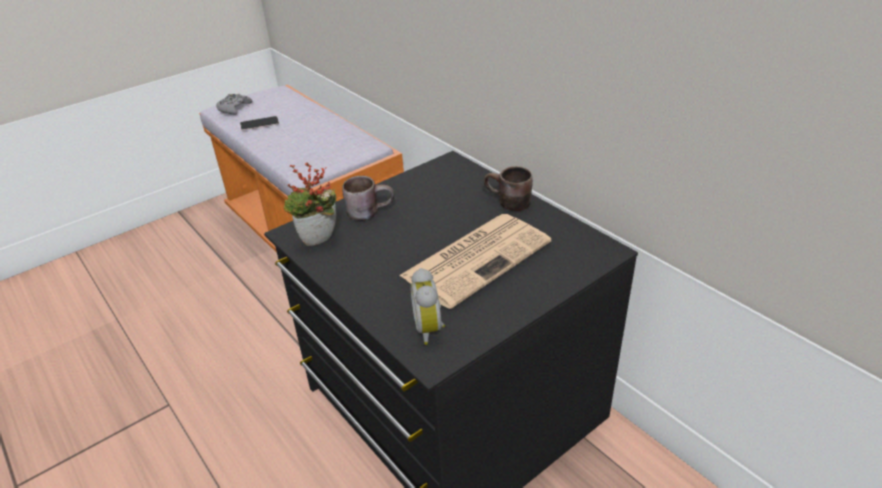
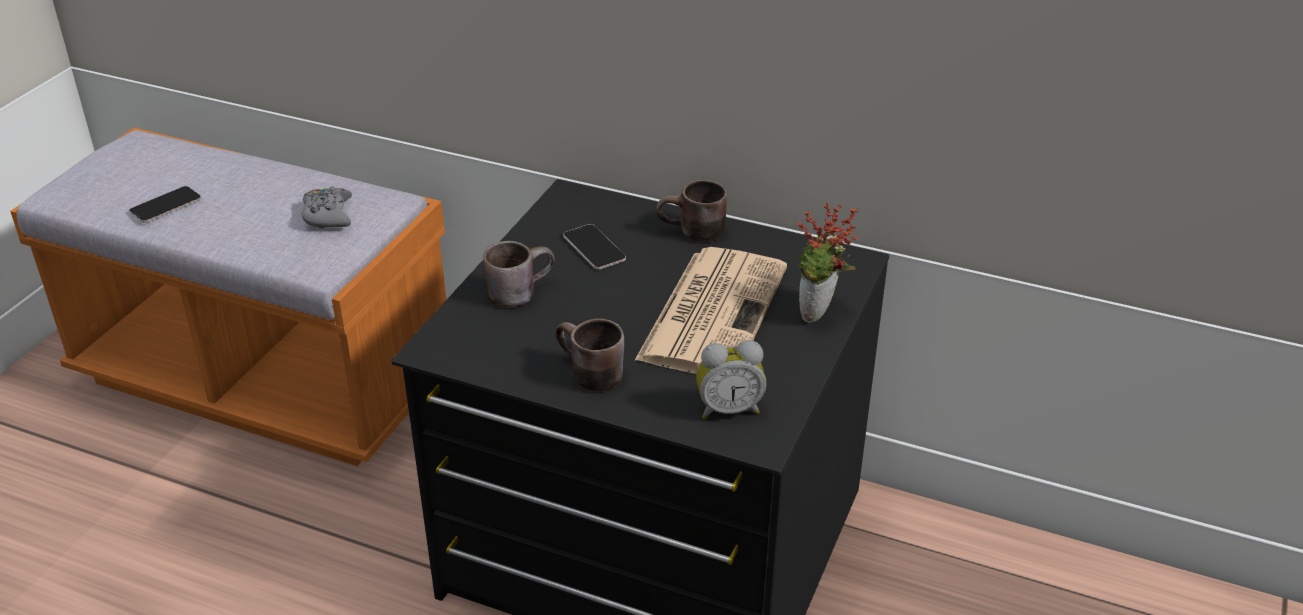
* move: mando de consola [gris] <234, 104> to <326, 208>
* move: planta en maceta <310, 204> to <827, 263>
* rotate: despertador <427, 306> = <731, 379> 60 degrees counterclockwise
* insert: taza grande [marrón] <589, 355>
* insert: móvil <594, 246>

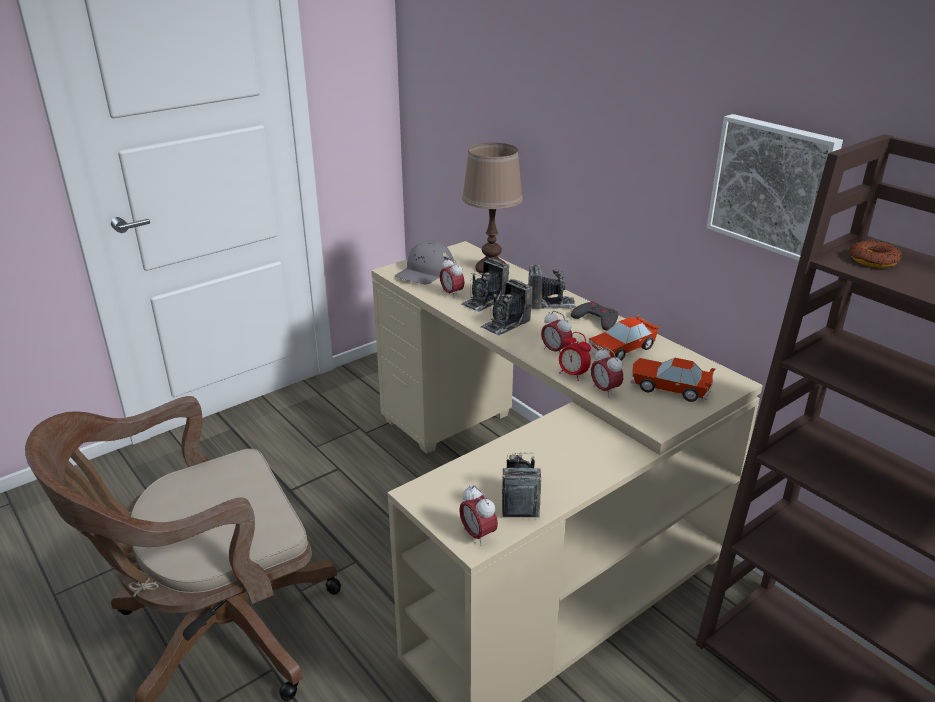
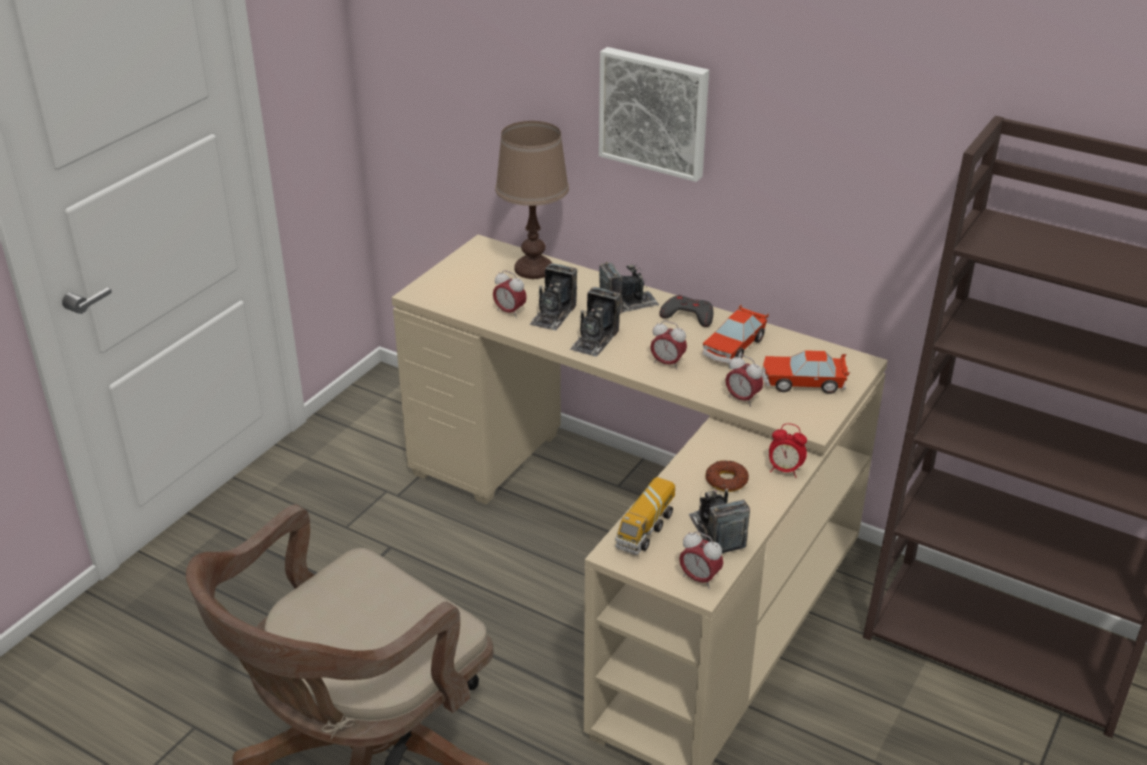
* delete: gorra [gris] <424, 262>
* move: despertador <575, 356> to <788, 450>
* move: cuadro <775, 187> to <654, 114>
* move: rosquilla <875, 254> to <727, 476>
* insert: camión de juguete <645, 516>

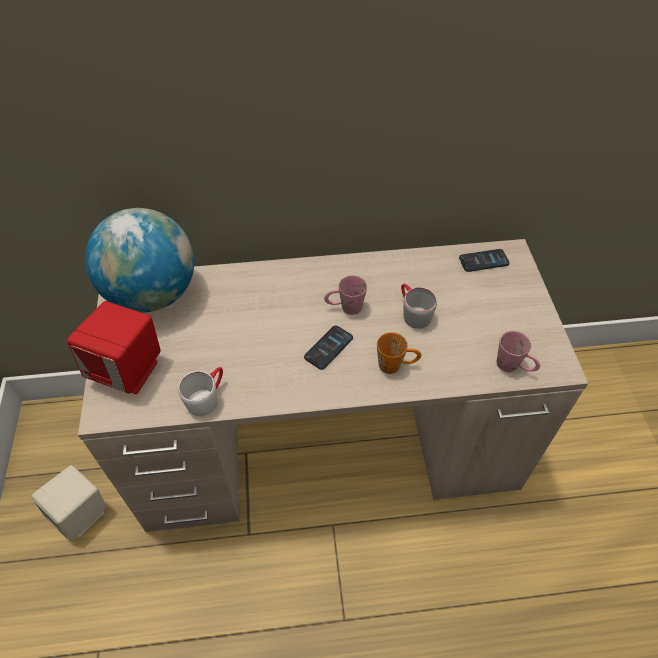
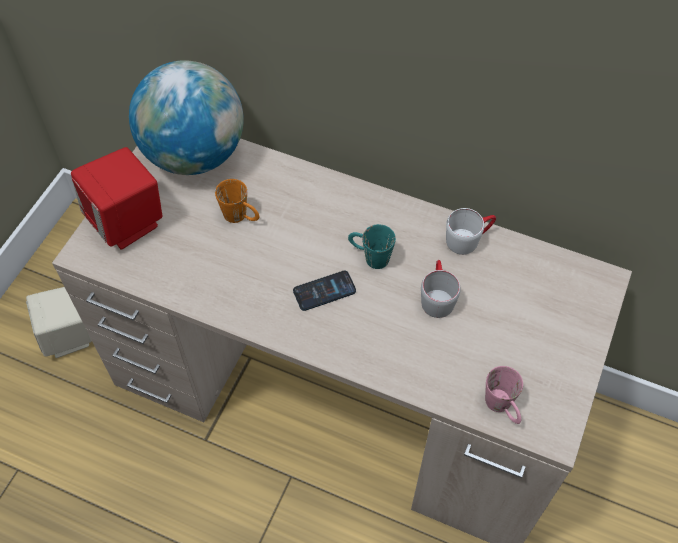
* move: taza grande [blanco] <200, 391> to <471, 231>
* recolor: taza grande [rosa] <345, 295> to taza grande [turquesa] <372, 246>
* move: taza grande [naranja] <399, 353> to <237, 201>
* delete: móvil <484, 260>

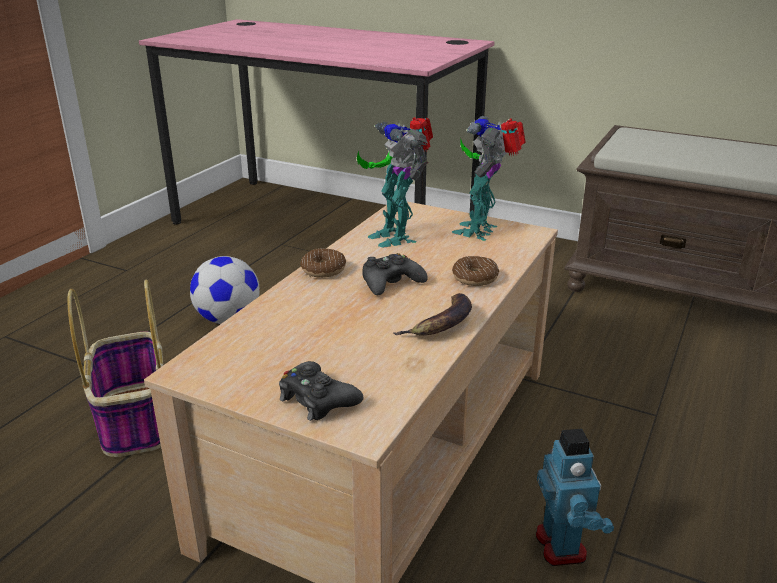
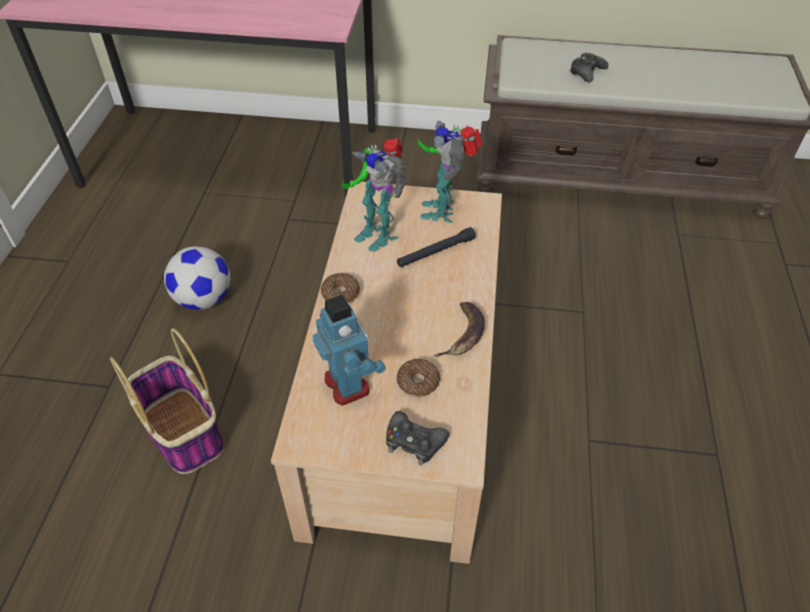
* move: mando de consola [negro] <395, 274> to <589, 67>
* move: rosquilla <475, 271> to <418, 378>
* move: robot de juguete <575, 497> to <349, 350>
* insert: linterna [negro] <436, 247>

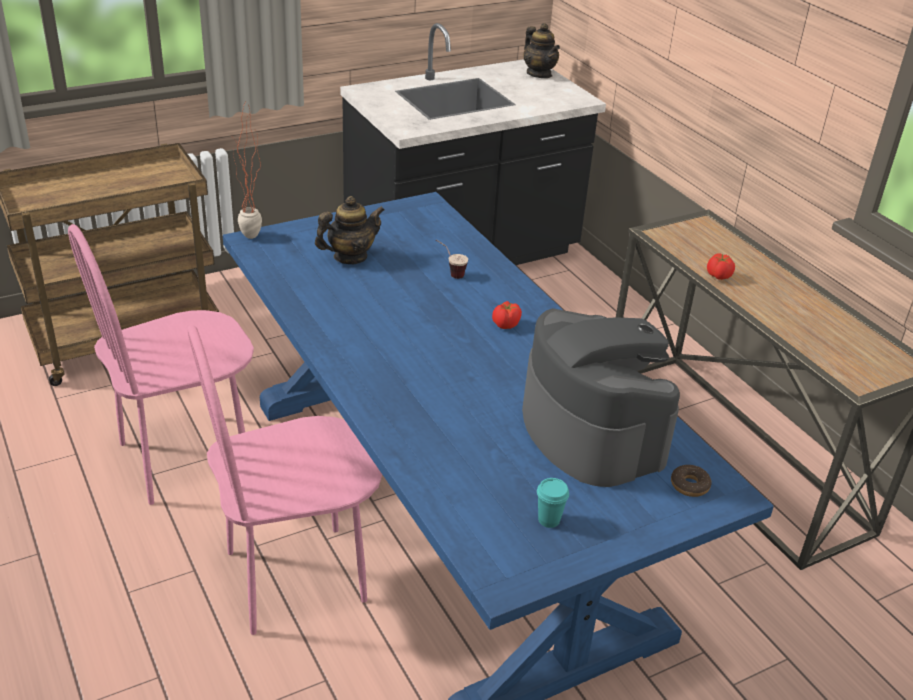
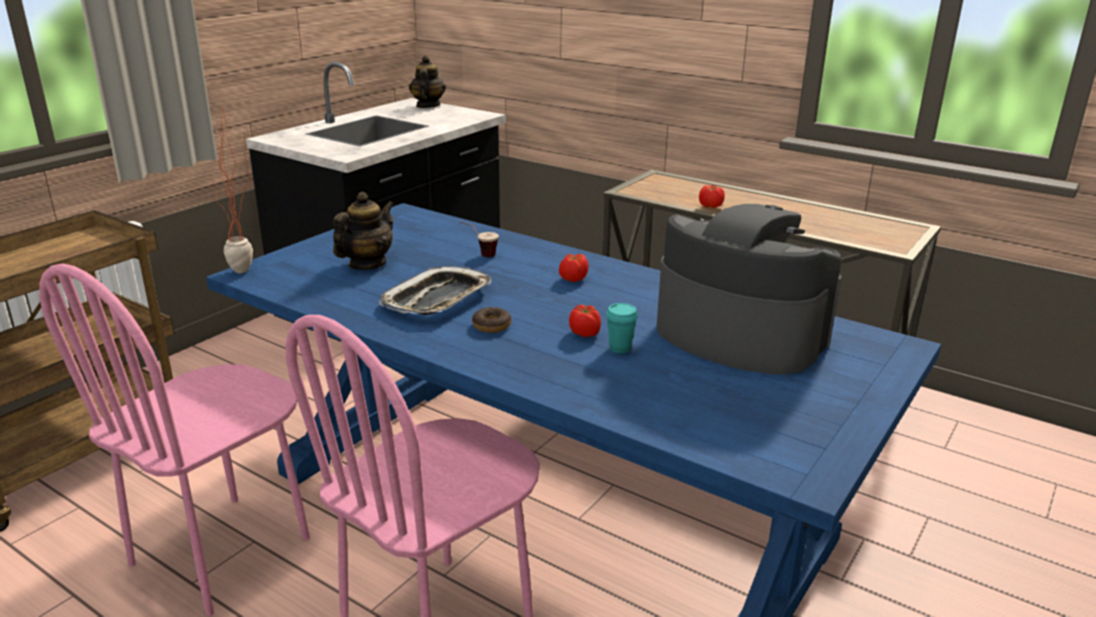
* rotate: tetera <541, 50> = <427, 81> 120 degrees counterclockwise
* move: taza [turquesa] <553, 503> to <622, 328>
* move: rosquilla <691, 481> to <491, 320>
* insert: bandeja <435, 290>
* insert: tomate <585, 321>

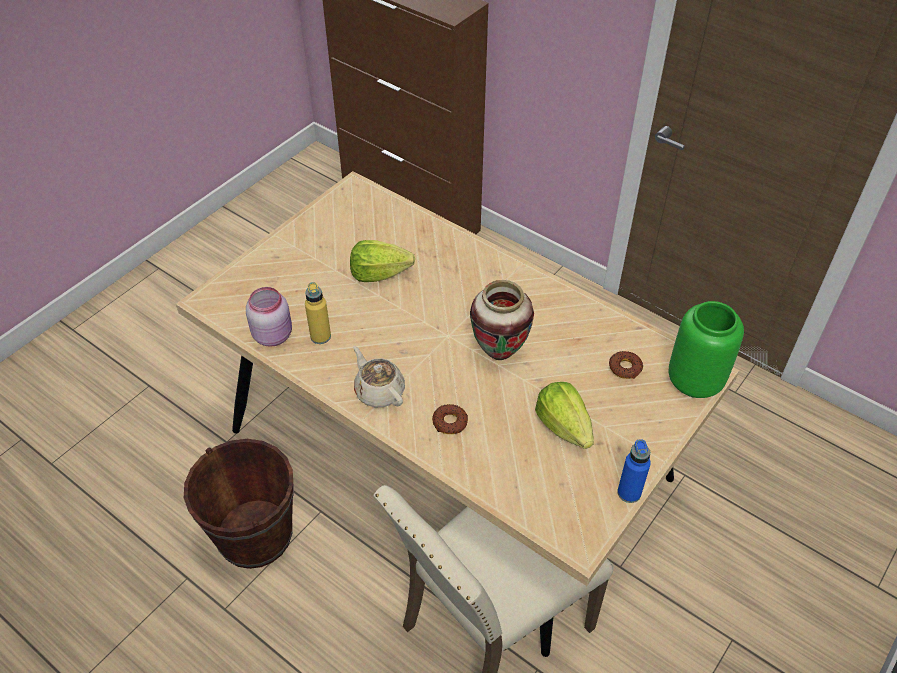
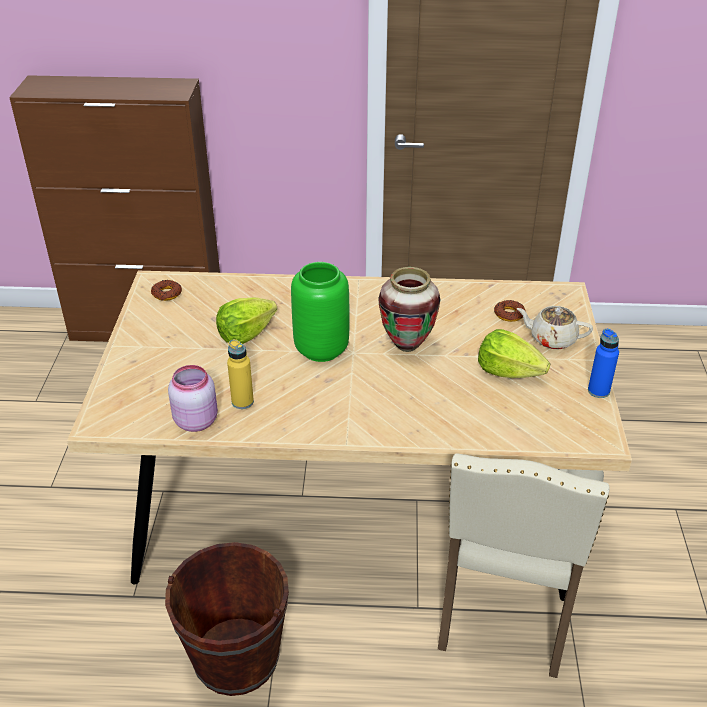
* move: tetera [beis] <379, 376> to <554, 327>
* move: rosquilla <450, 419> to <166, 290>
* move: florero [verde] <706, 349> to <320, 312>

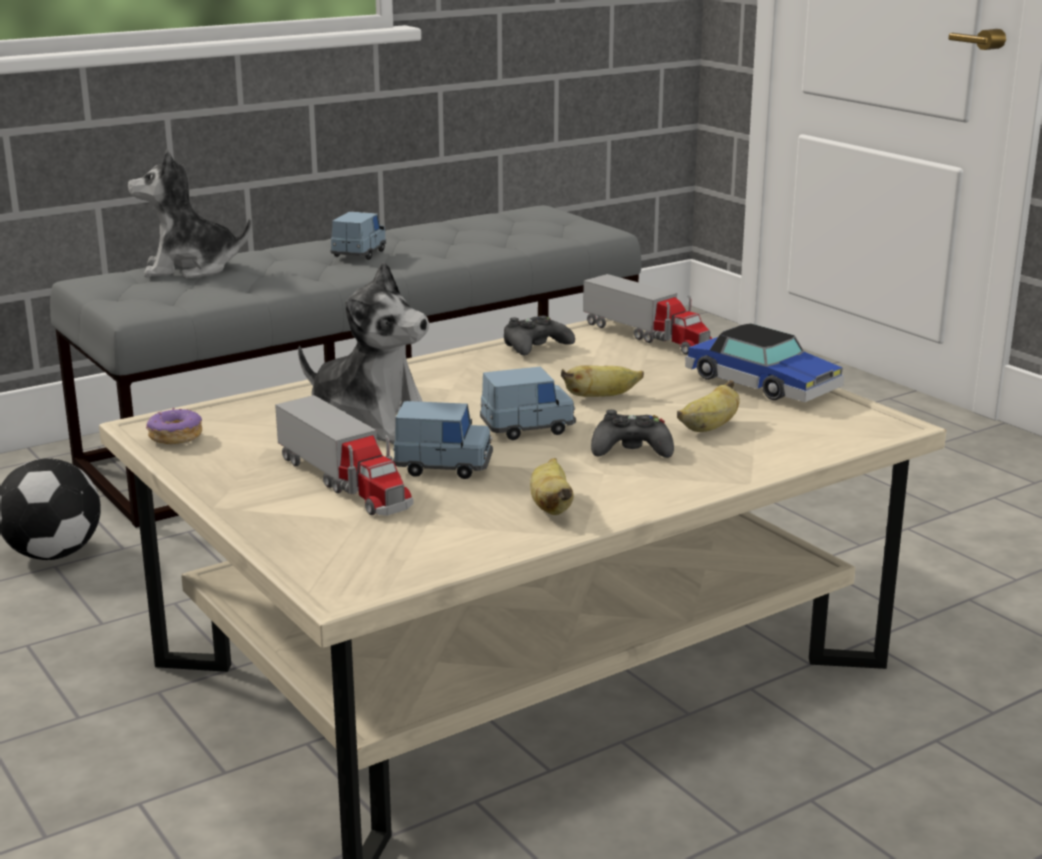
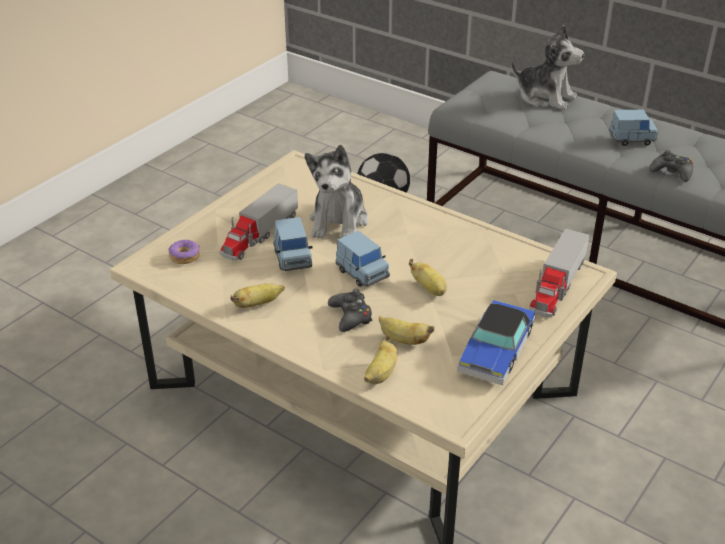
* rotate: peluche <190, 214> = <547, 67> 150 degrees clockwise
* move: rosquilla <174, 426> to <184, 252>
* move: mando de consola [negro] <539, 335> to <671, 166>
* insert: plátano <380, 359>

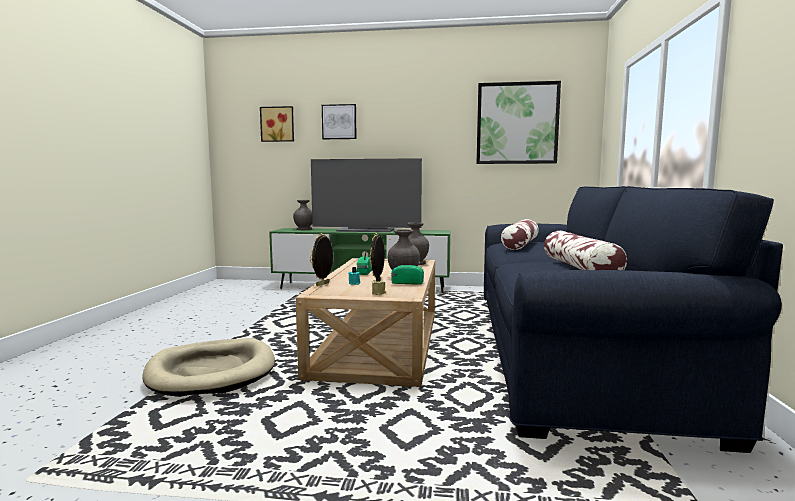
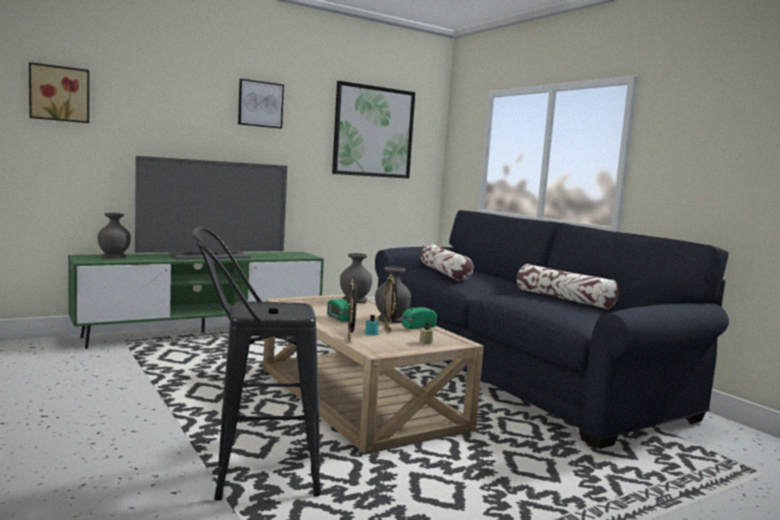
* replace: cama para perro [beis] <208, 367> to taburete [negro] <256, 364>
* move: cuadro <339, 121> to <261, 104>

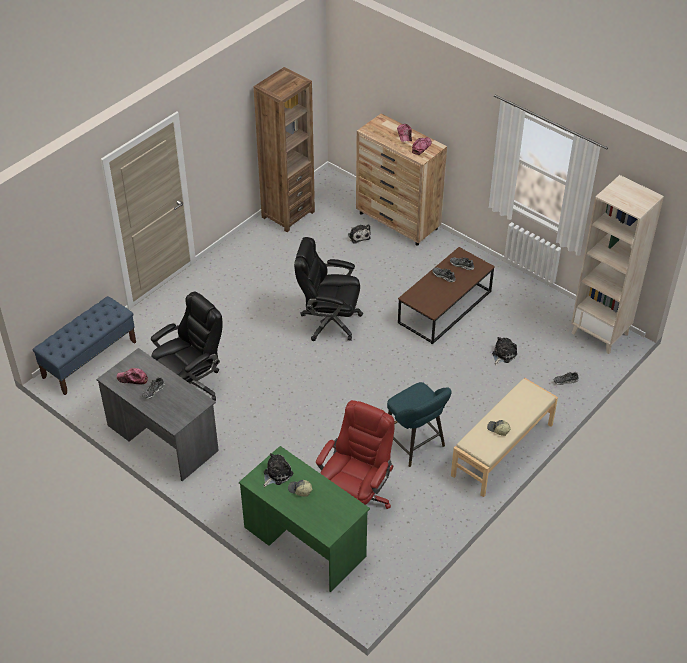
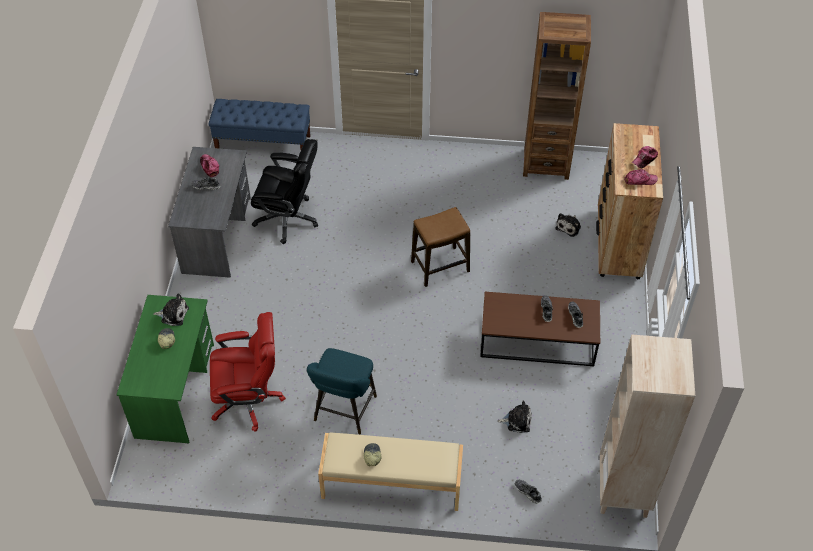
* replace: silla de oficina [negro] <328, 289> to taburete <440, 247>

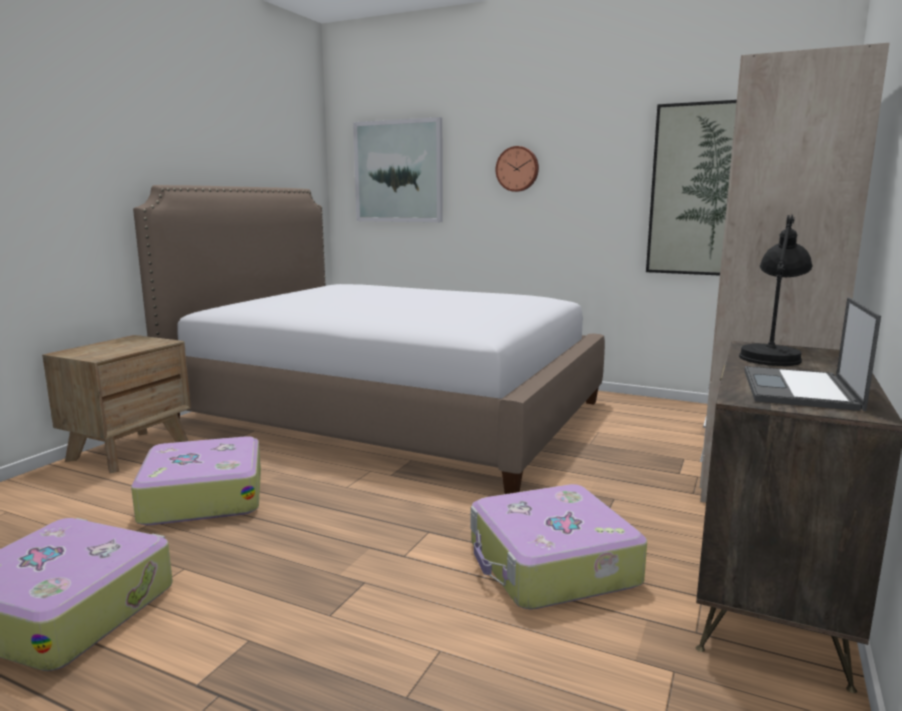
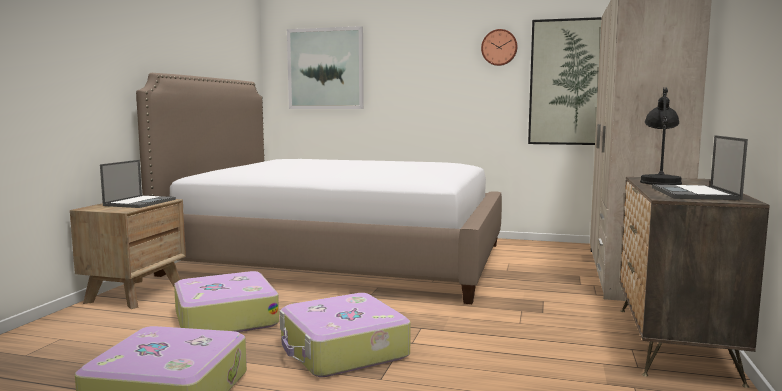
* move: maleta <558, 547> to <345, 335>
* move: reloj de pared <517, 169> to <499, 47>
* insert: portátil <138, 184>

